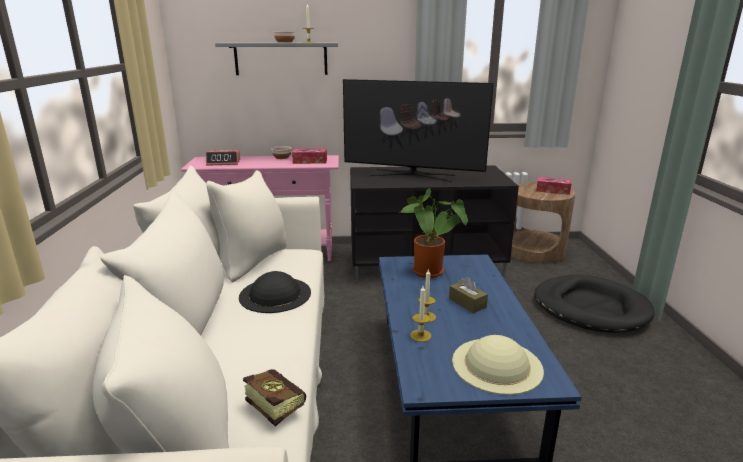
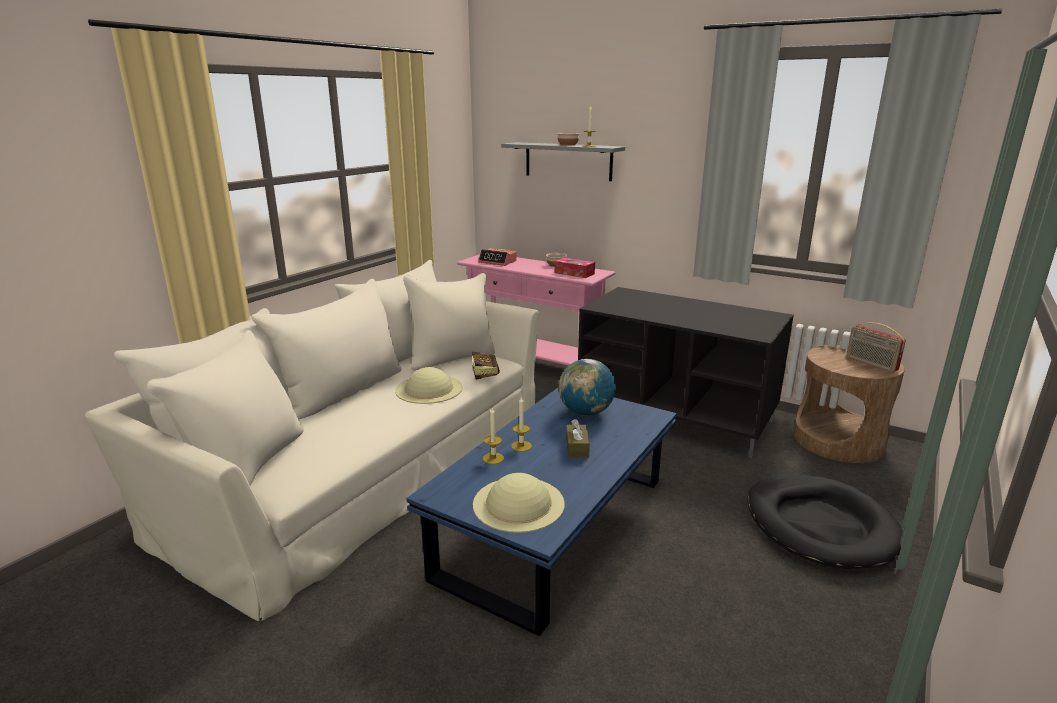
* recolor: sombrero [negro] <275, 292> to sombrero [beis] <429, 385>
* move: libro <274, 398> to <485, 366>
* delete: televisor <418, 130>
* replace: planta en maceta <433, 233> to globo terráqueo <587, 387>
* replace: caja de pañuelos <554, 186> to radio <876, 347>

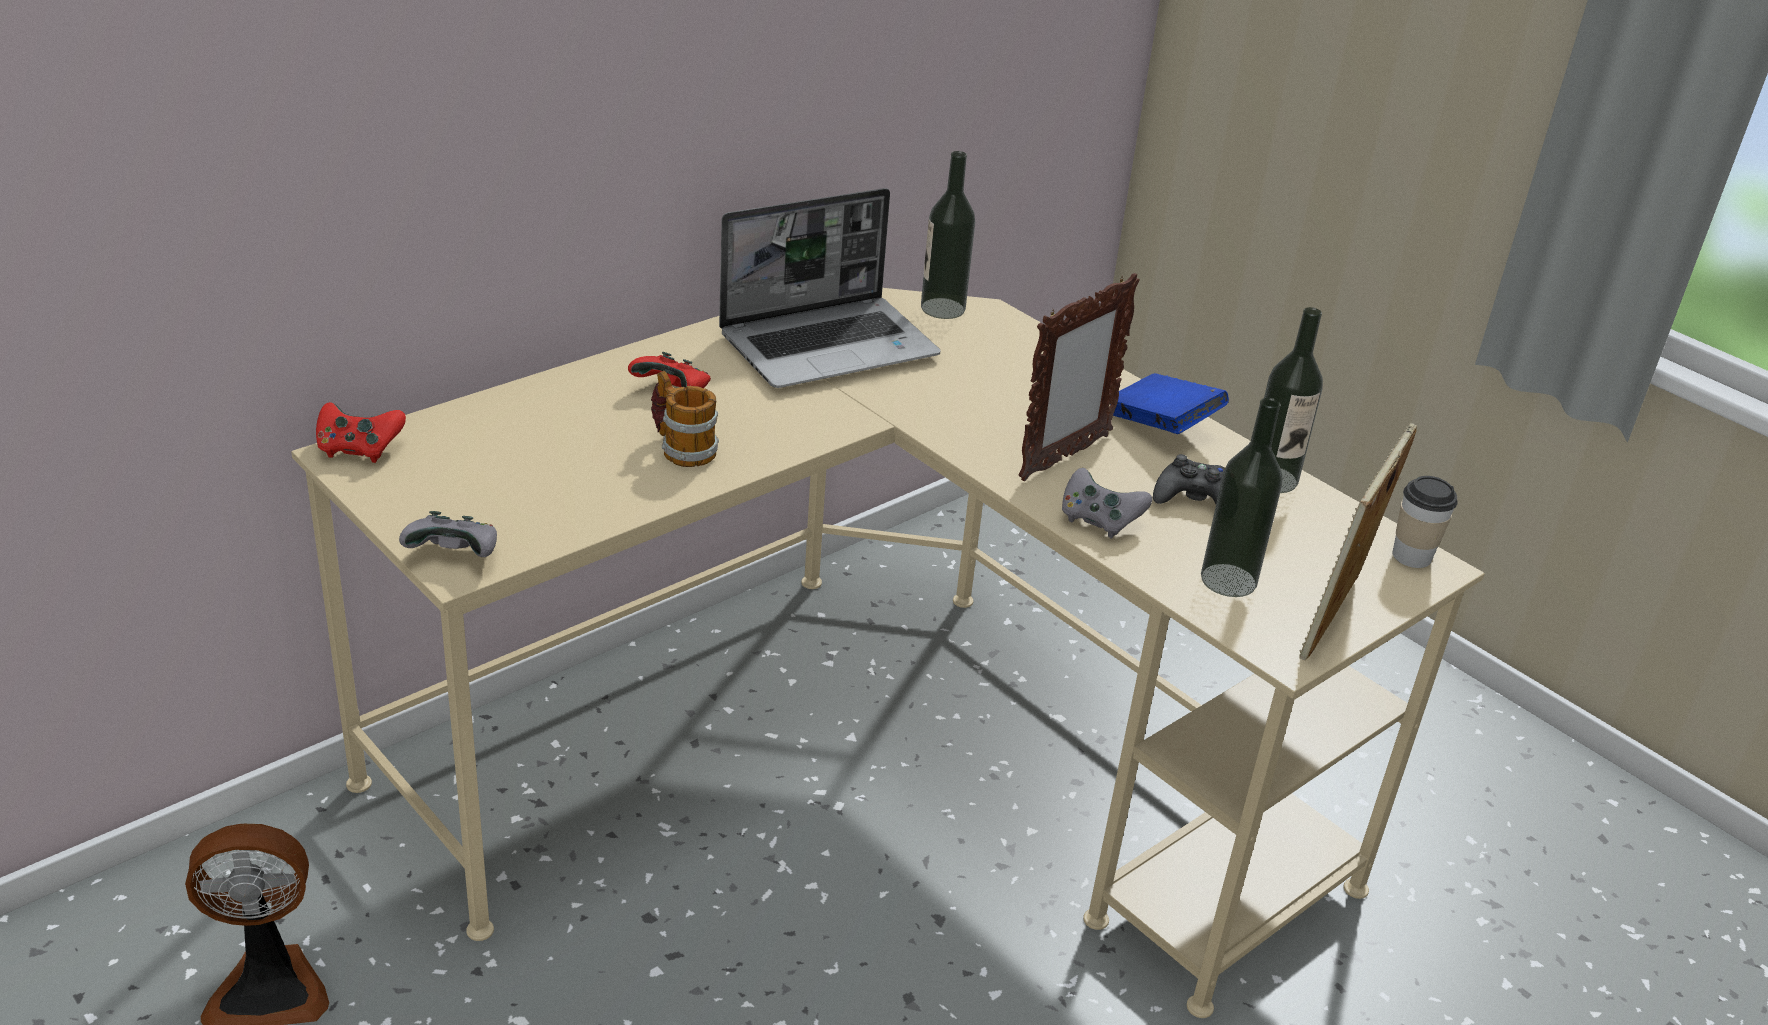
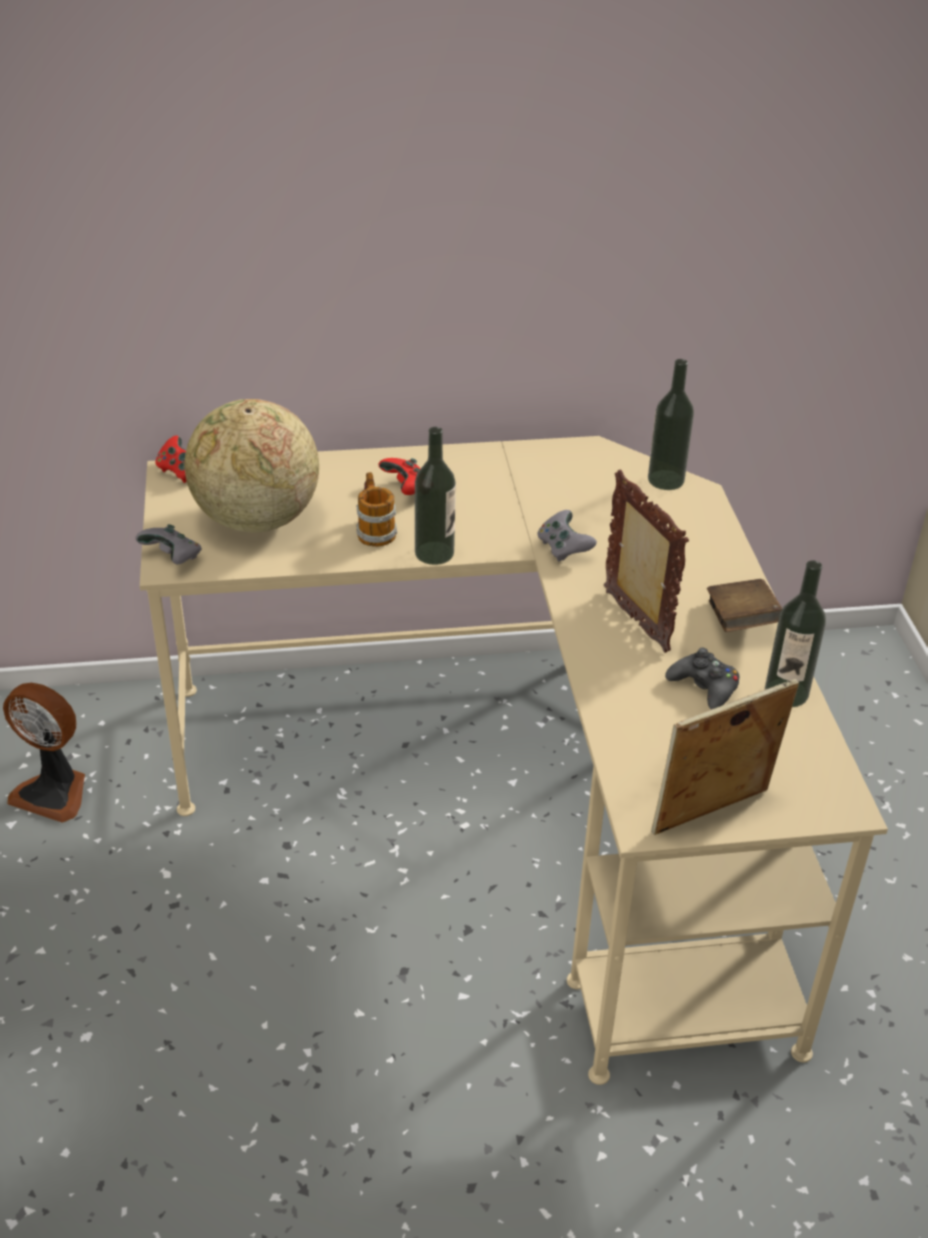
* delete: portátil <829, 288>
* rotate: portarretratos <1079, 377> = <646, 561> 105 degrees counterclockwise
* move: mando de consola [gris] <1107, 503> to <567, 536>
* recolor: libro [azul] <1169, 403> to libro [marrón] <744, 605>
* move: botella <1242, 497> to <435, 496>
* delete: taza <1424, 522>
* insert: globo terráqueo <251, 466>

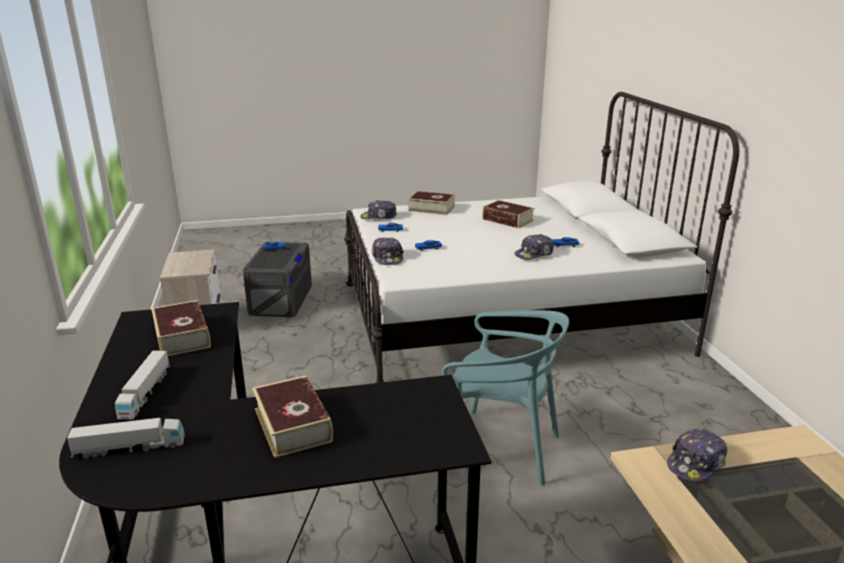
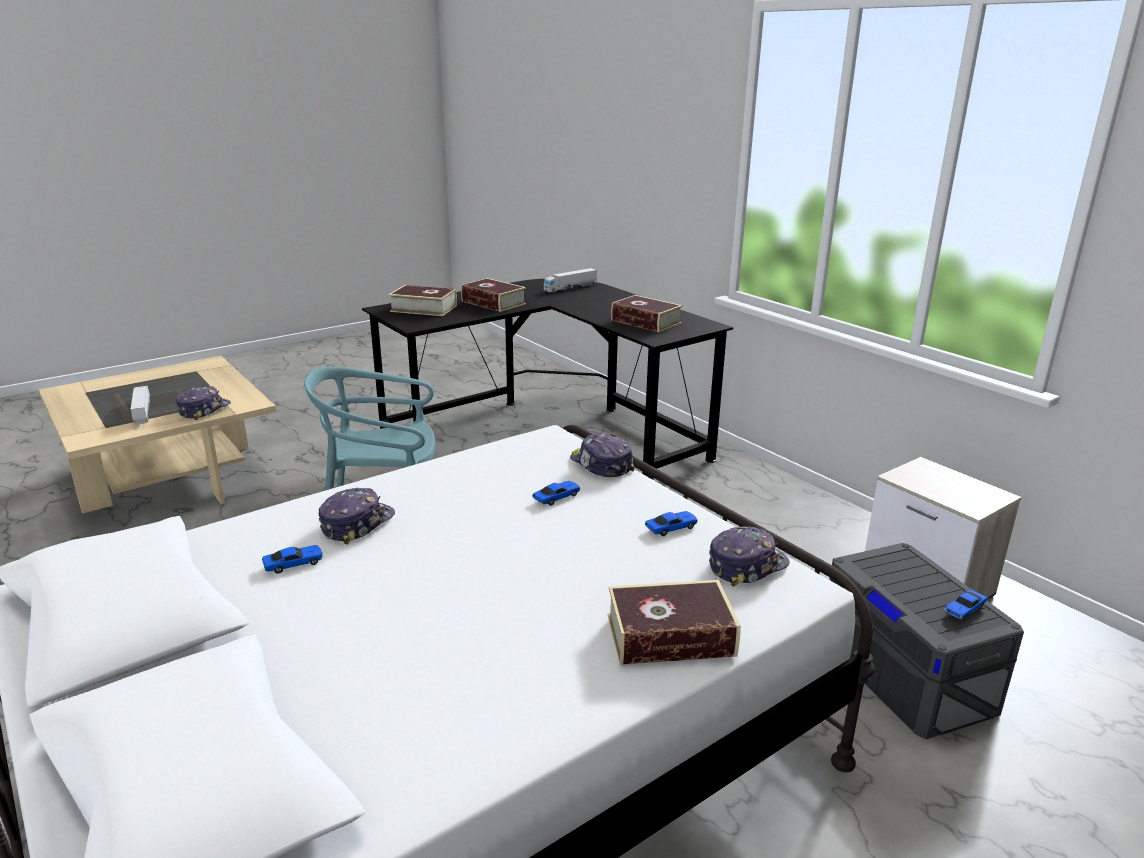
* move: camión de juguete <142, 384> to <140, 405>
* move: libro <508, 214> to <423, 300>

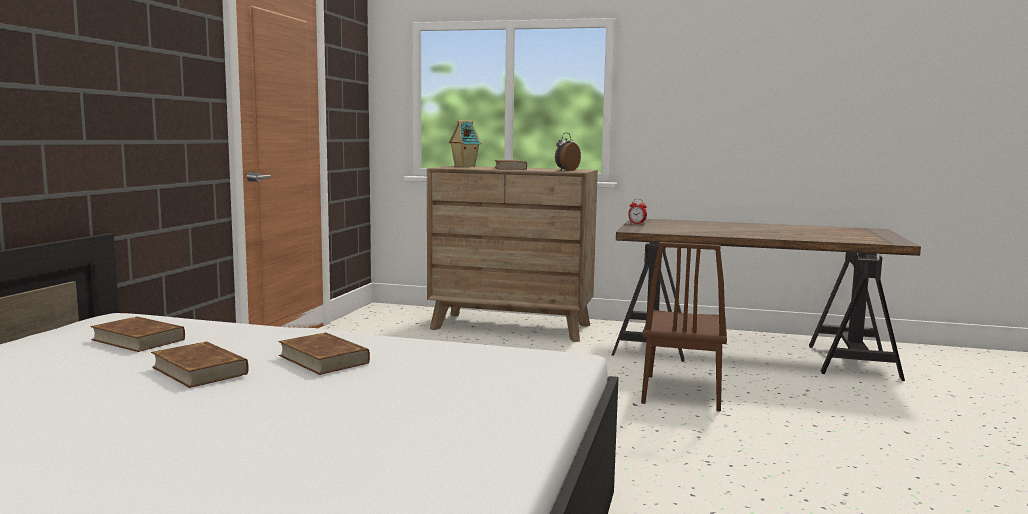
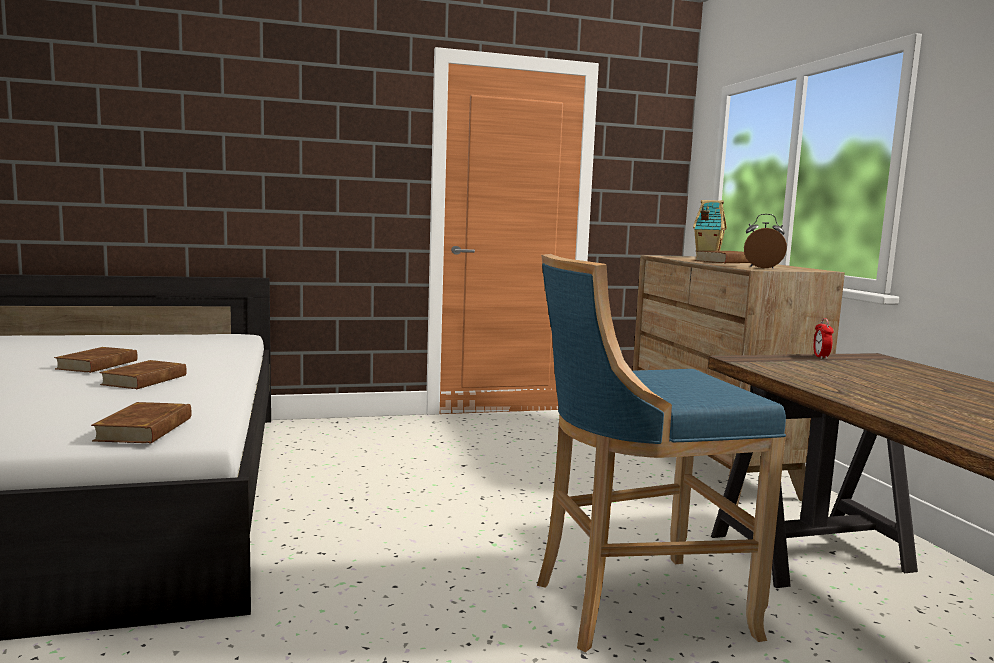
* move: libro [marrón] <137, 334> to <141, 422>
* replace: silla [marrón] <684, 327> to taburete [azul] <661, 453>

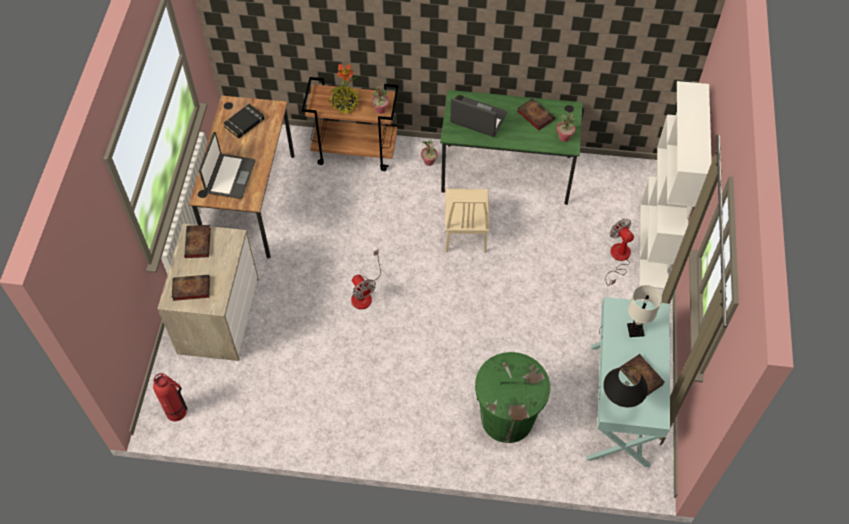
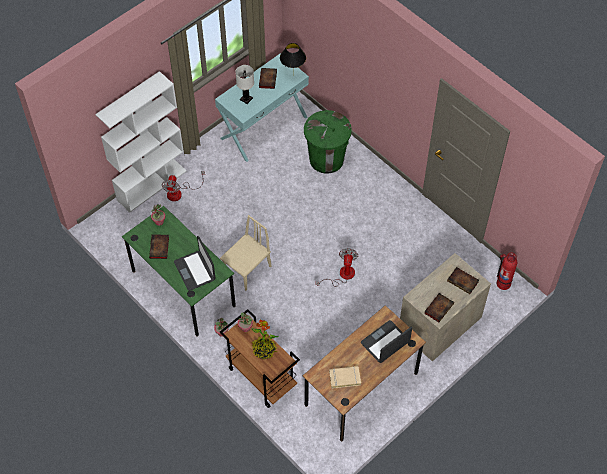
* recolor: libro [negro] <243, 121> to libro [beis] <345, 377>

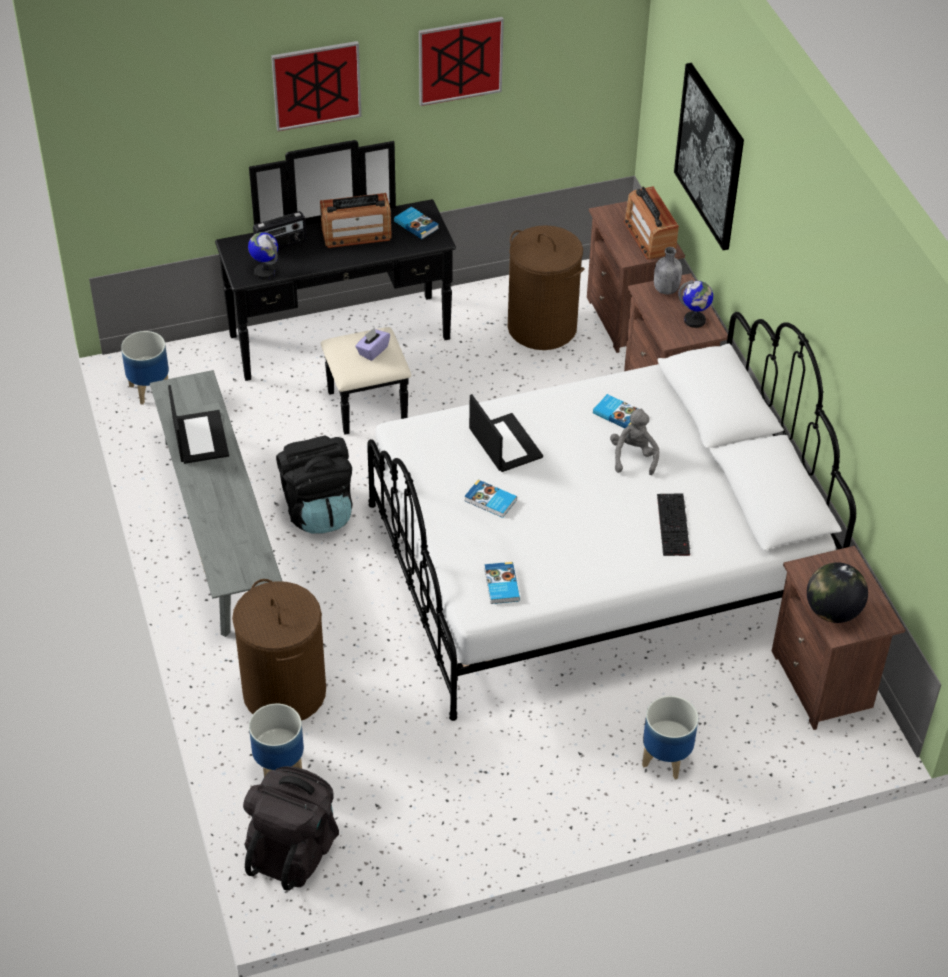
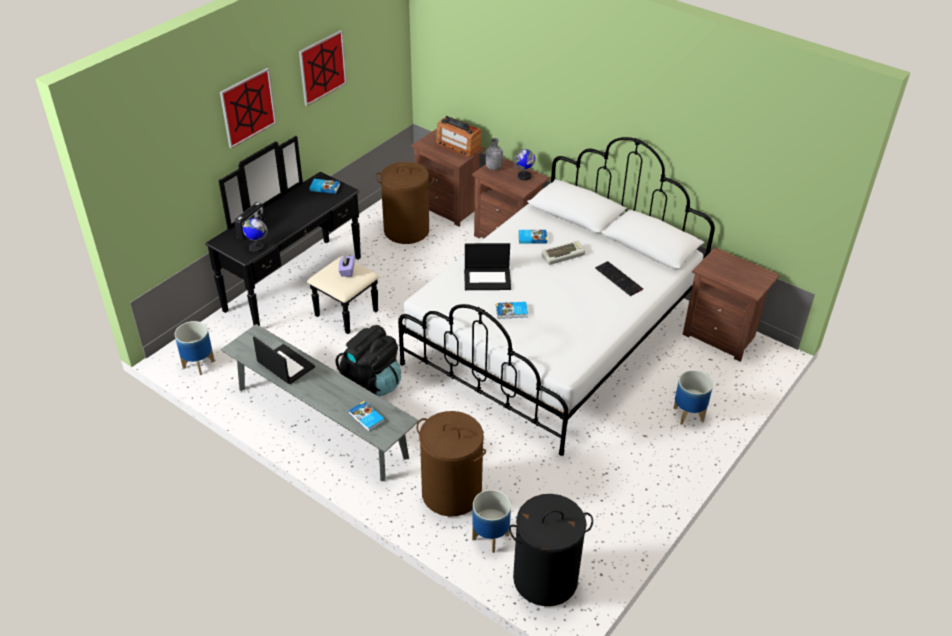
* replace: mochila [negro] <291, 828> to cesto de la ropa [negro] <551, 550>
* delete: radio <356, 220>
* rotate: portátil <506, 433> = <487, 266> 150 degrees clockwise
* move: libro <502, 583> to <367, 416>
* replace: peluche [gris] <634, 441> to teclado <563, 253>
* delete: cuadro <709, 156>
* delete: globo terráqueo <837, 592>

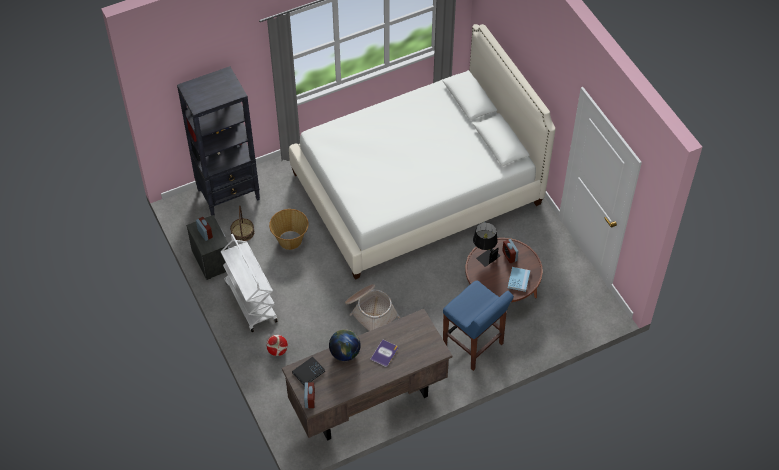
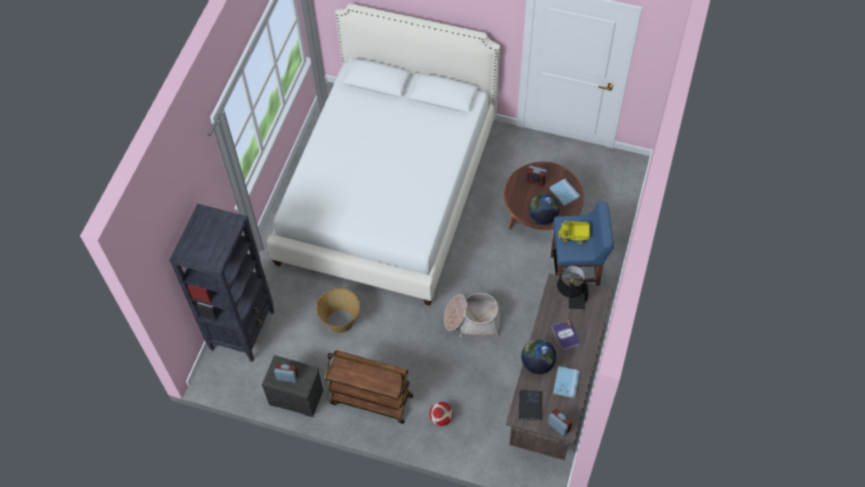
* recolor: carrito [blanco] <249, 283> to carrito [marrón] <369, 387>
* delete: cesta <242, 223>
* move: lámpara de mesa [negro] <487, 244> to <572, 287>
* insert: globo terráqueo <543, 209>
* insert: libro [azul] <566, 382>
* insert: camión de juguete <574, 233>

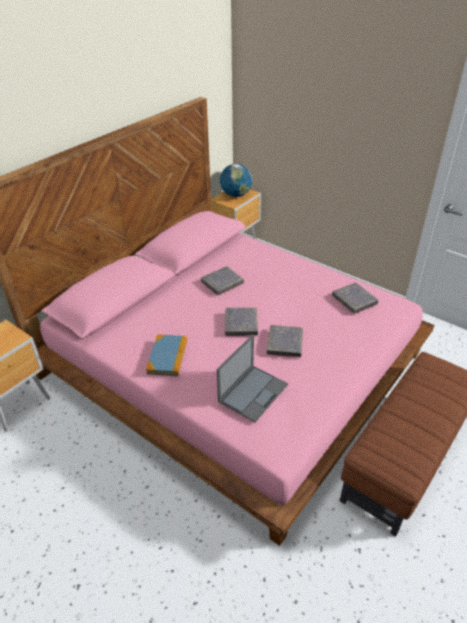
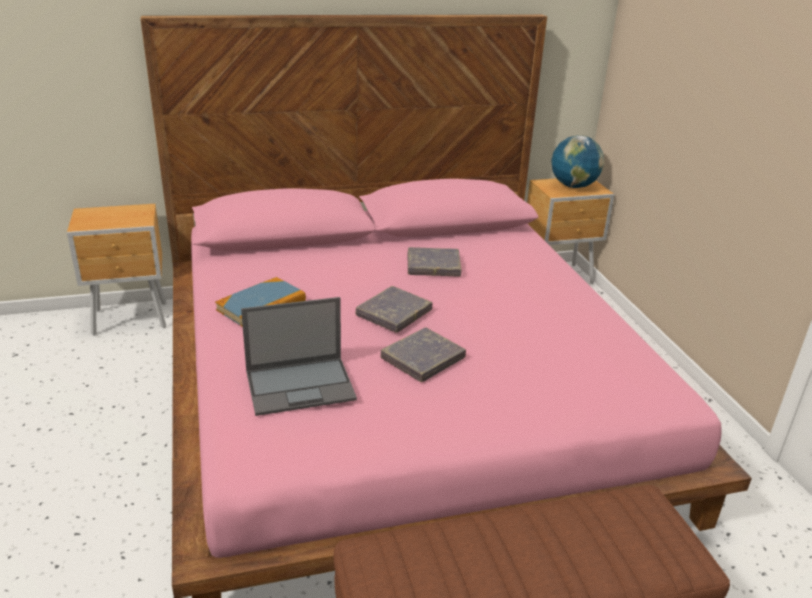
* delete: libro [gris] <355, 298>

